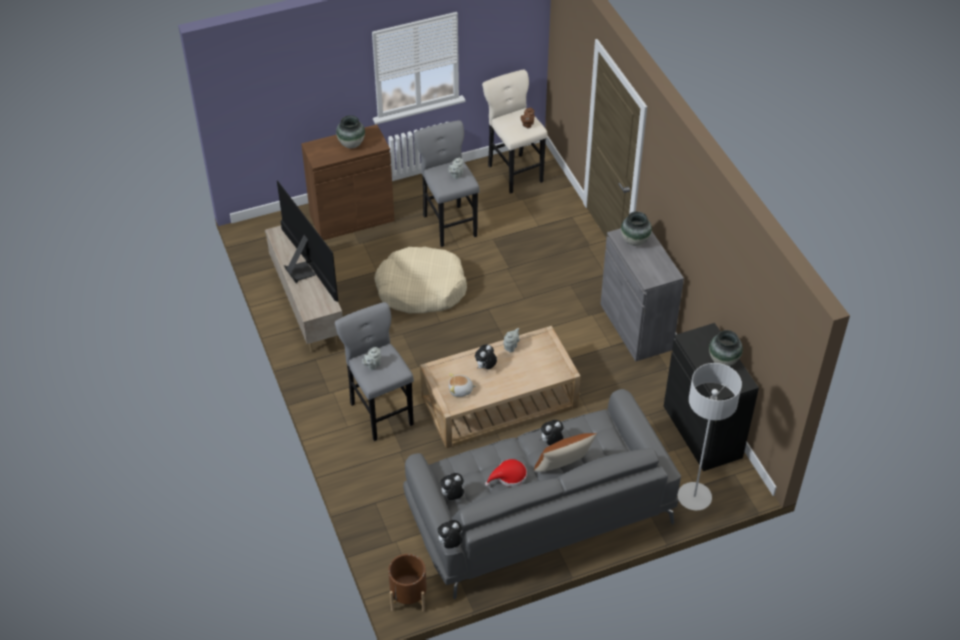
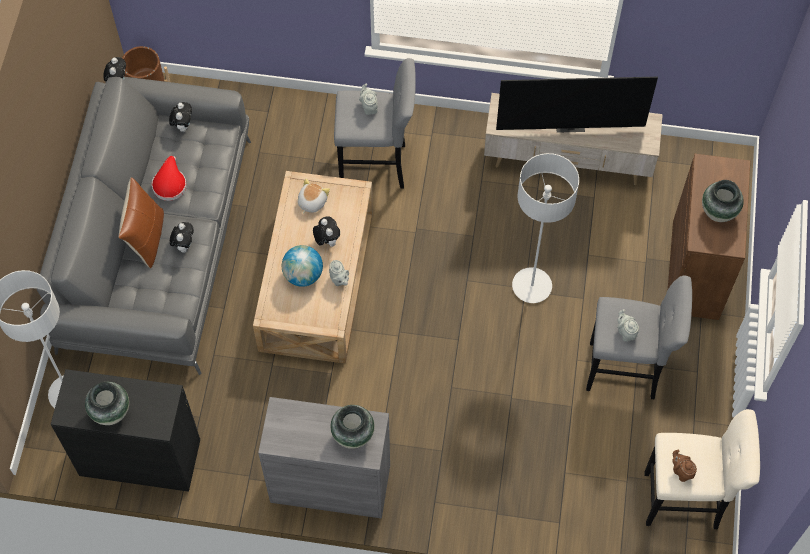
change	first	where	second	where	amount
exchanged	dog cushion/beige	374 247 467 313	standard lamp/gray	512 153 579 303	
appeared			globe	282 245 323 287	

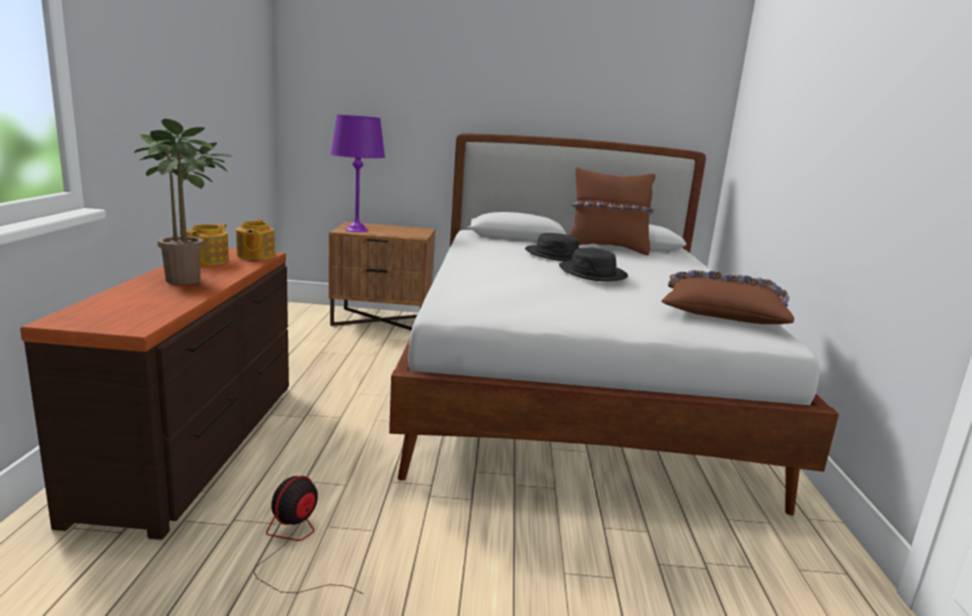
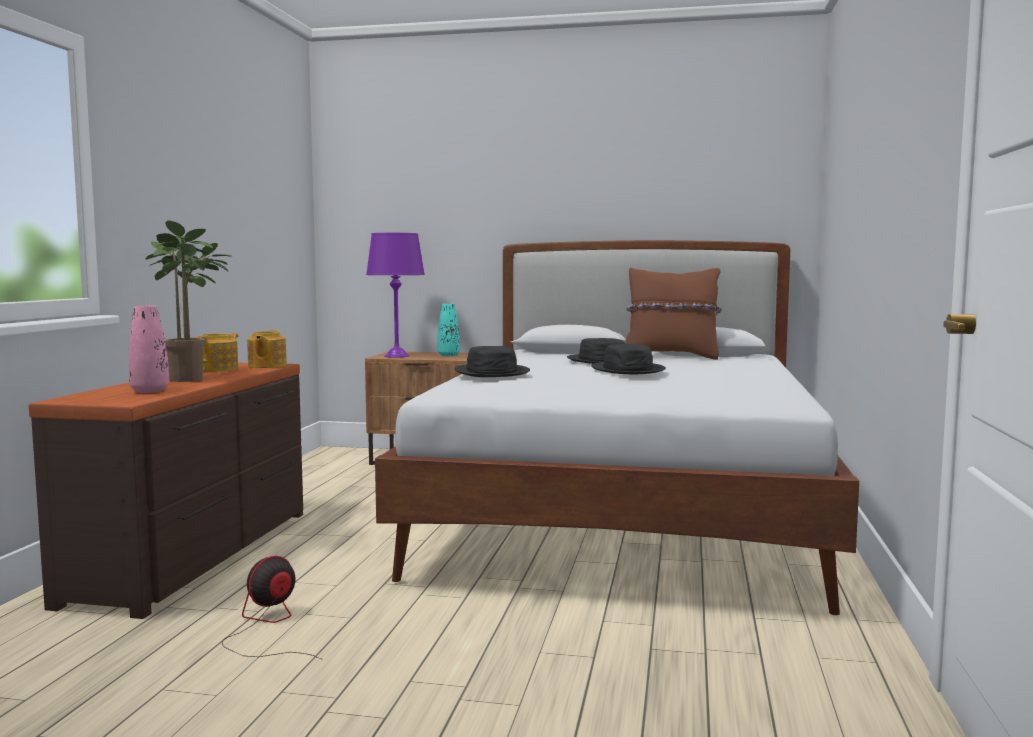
change	first	where	second	where	amount
missing	pillow/brown	661 270 794 324			
appeared			vase/turquoise-coloured	437 304 460 356	
appeared			vase/pink	128 306 169 393	
appeared			hat/blackish	454 346 530 377	

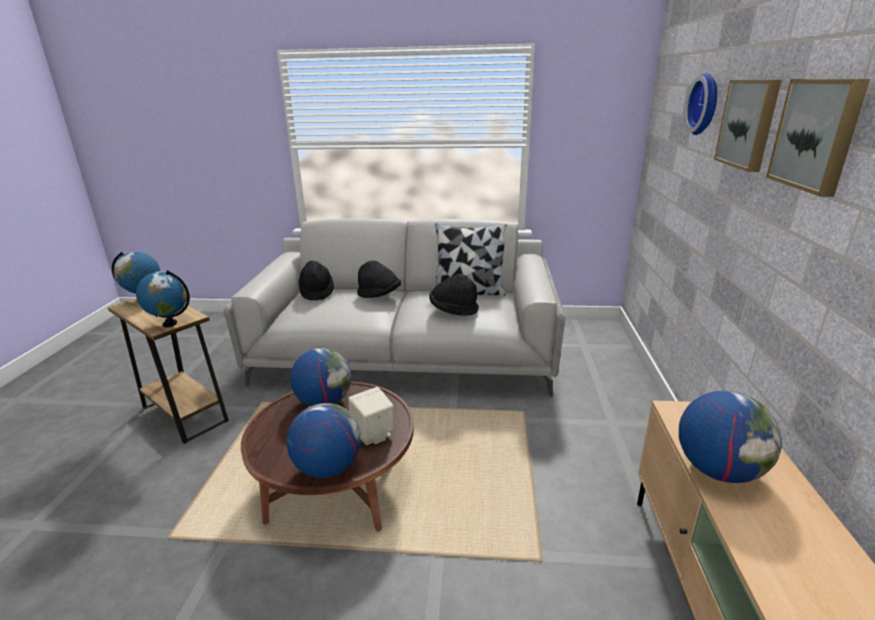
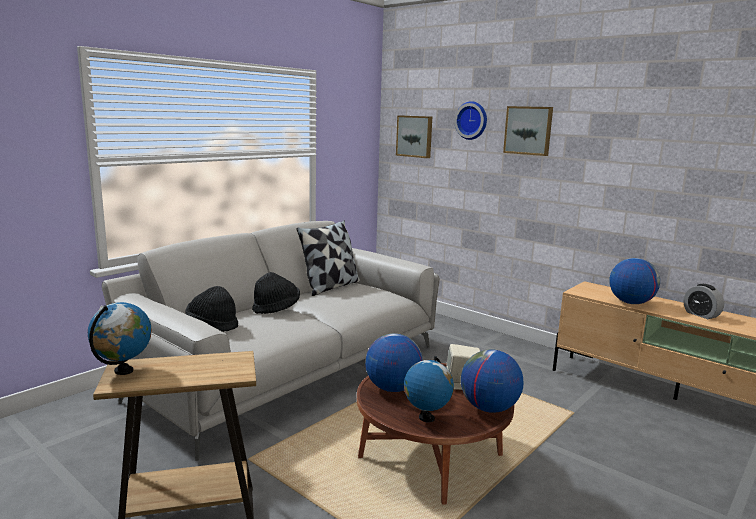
change	first	where	second	where	amount
relocated	picture	766 79 870 197		396 115 432 158	
relocated	globe	136 270 190 327		404 356 454 422	
missing	hat/blackish	429 274 479 316			
appeared			alarm clock	683 284 724 319	

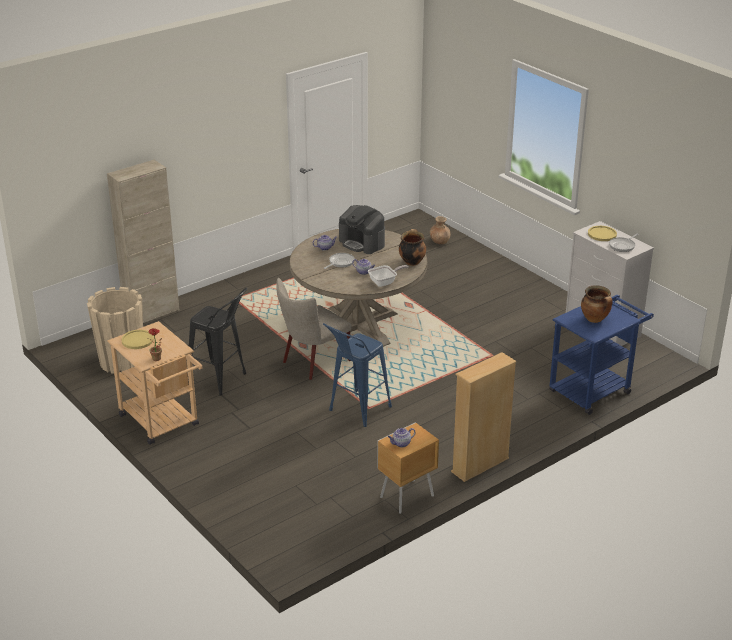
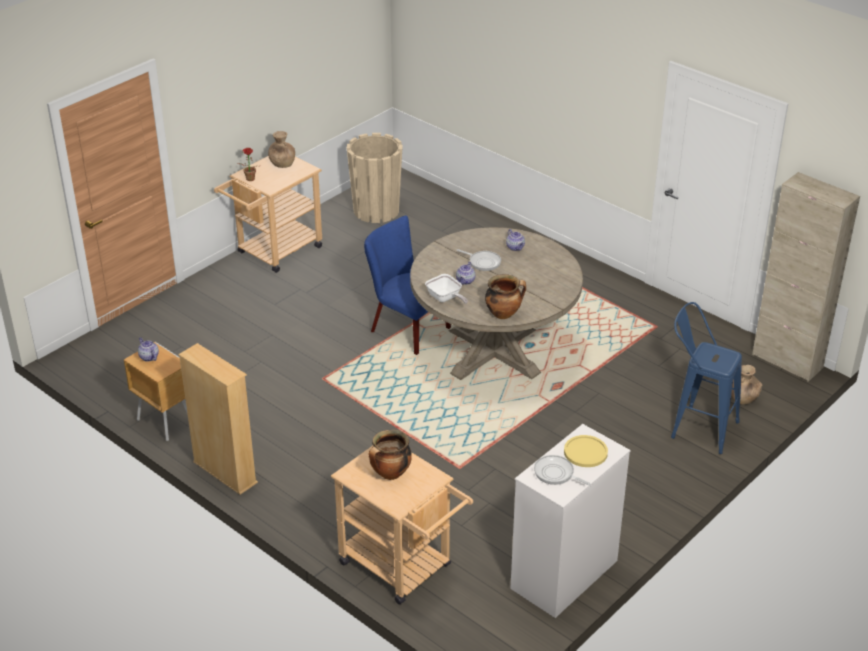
change	first	where	second	where	amount
relocated	cupboard/beige	107 160 179 323		752 172 860 382	
missing	coffee brewer	339 205 385 254			
colour	plain chair/beige	277 278 351 380	plain chair/bluish	364 215 451 355	
missing	stool/blackish	188 288 247 396			
colour	trolley/bluish	549 295 654 415	trolley/beige	331 446 473 604	
relocated	stool/bluish	323 323 392 427		671 302 742 454	
exchanged	plate/yellow-coloured	121 330 154 349	vase/brown	268 131 295 168	

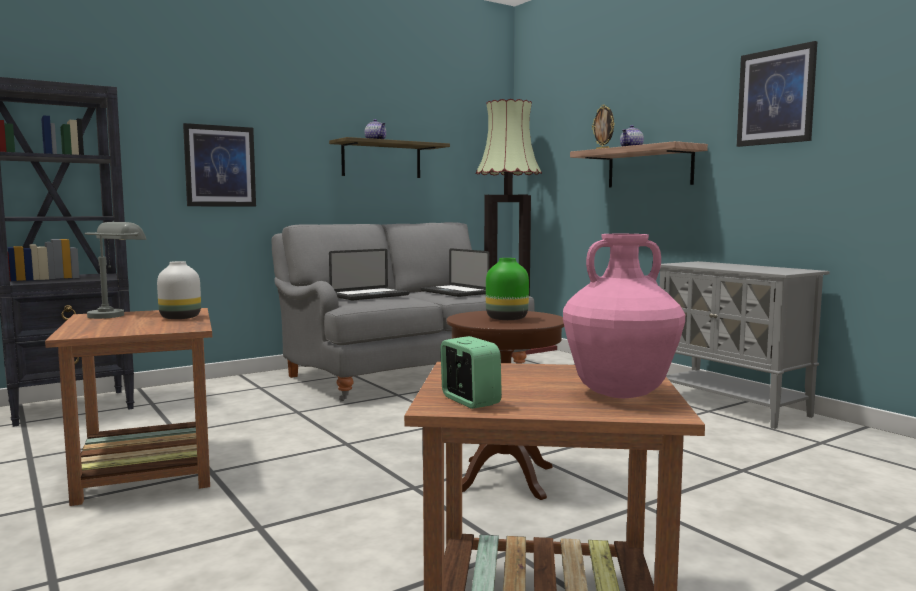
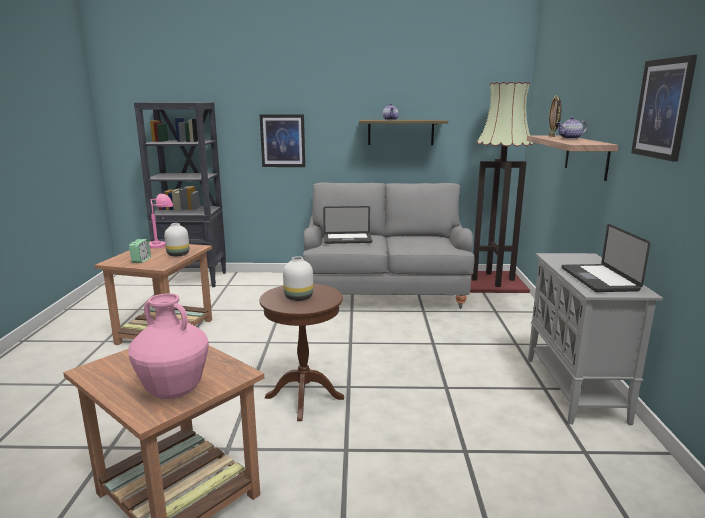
change	first	where	second	where	amount
colour	lamp for a table/gray	84 222 147 319	lamp for a table/pink	149 194 173 249	
relocated	notebook computer	421 248 489 297		562 224 650 292	
colour	vase/greenish	486 258 529 320	vase/white	283 256 313 301	
relocated	alarm clock	440 336 502 409		129 239 151 263	

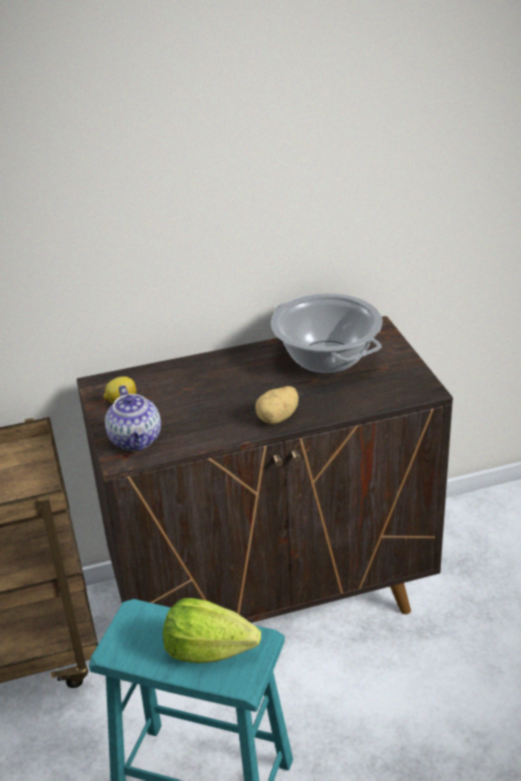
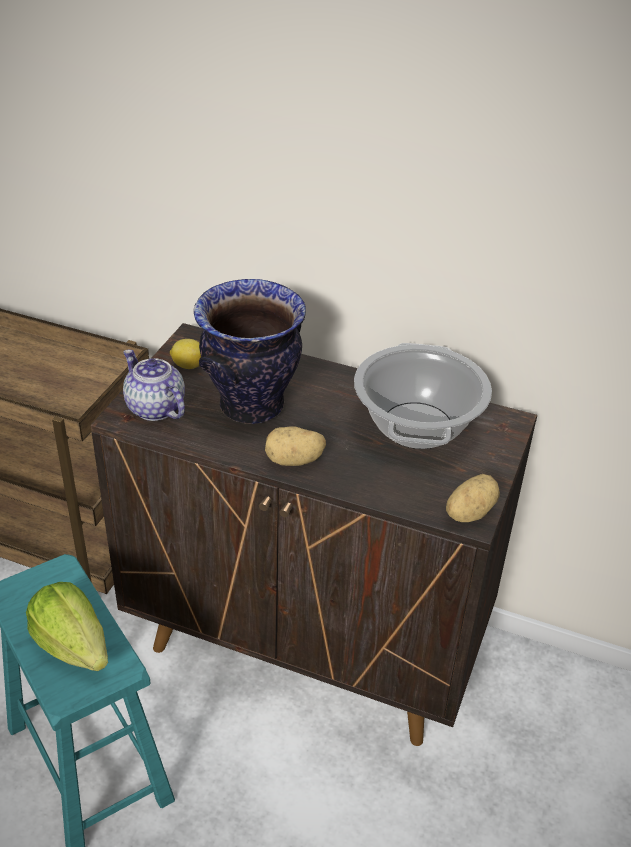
change	first	where	second	where	amount
spun	tea pot	105 385 161 451		123 350 185 421	120 degrees clockwise
appeared			vase	193 279 306 424	
appeared			potato	446 474 500 522	

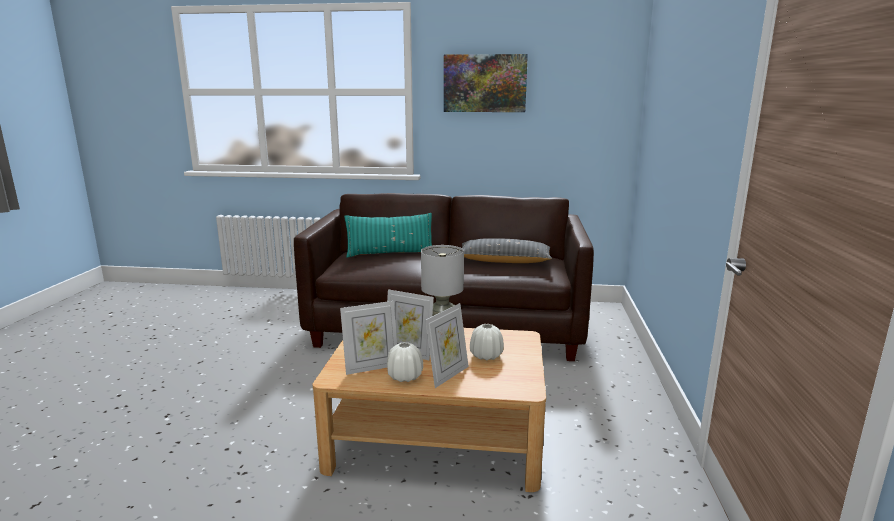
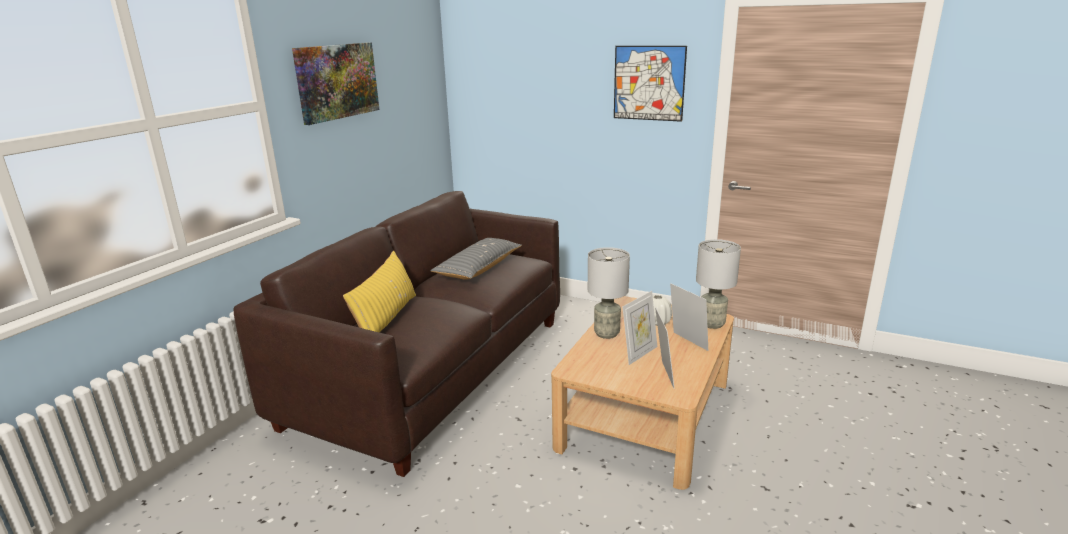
change	first	where	second	where	amount
colour	pillow/turquoise-coloured	344 213 432 258	pillow/yellow-coloured	343 251 416 332	
missing	vase/white	387 342 423 382			
appeared			picture	614 46 687 122	
appeared			lamp for a table/gray	696 239 741 329	

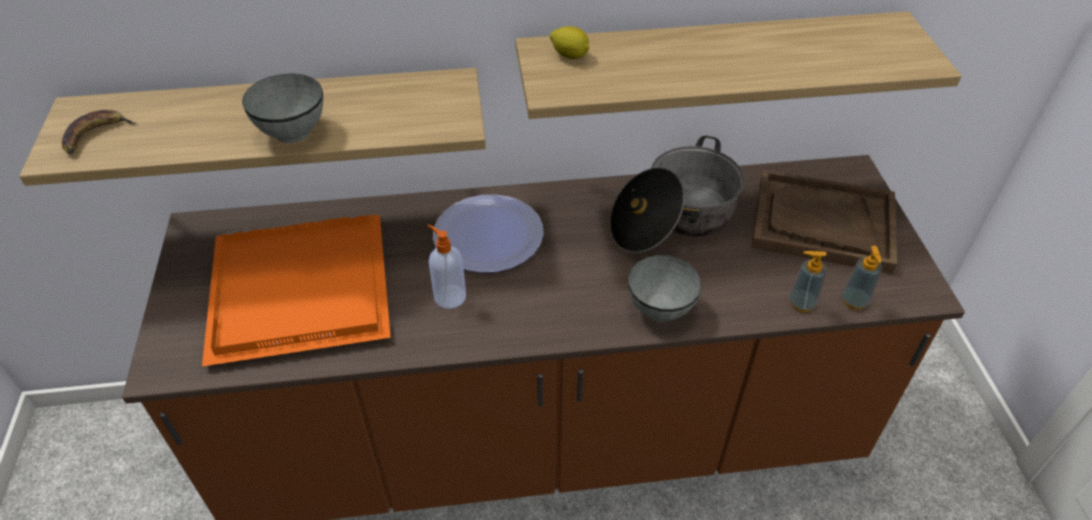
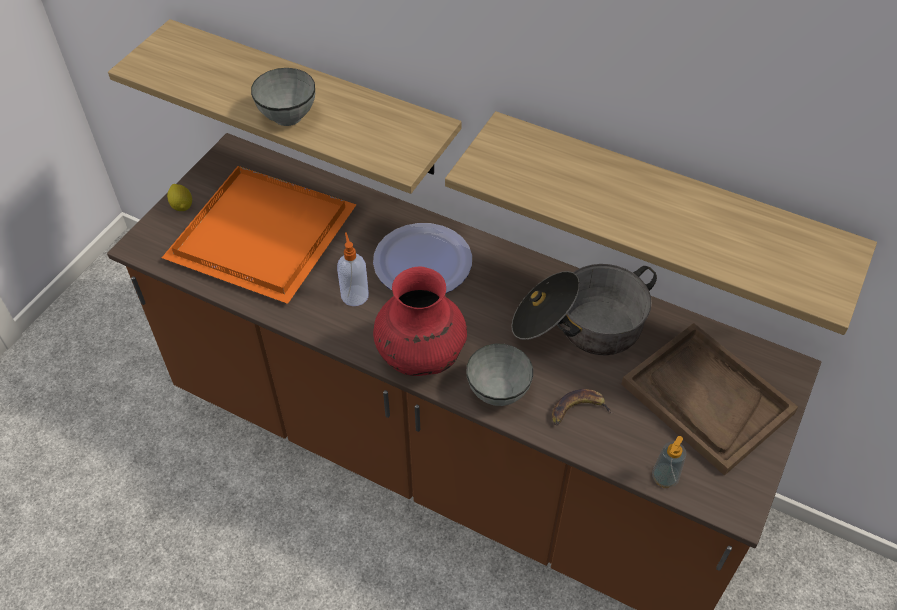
change	first	where	second	where	amount
relocated	citrus fruit	550 26 589 59		167 184 192 211	
relocated	banana	62 109 137 154		552 389 613 425	
missing	liquid soap bottle	789 251 827 312			
appeared			vase/red	373 267 467 376	

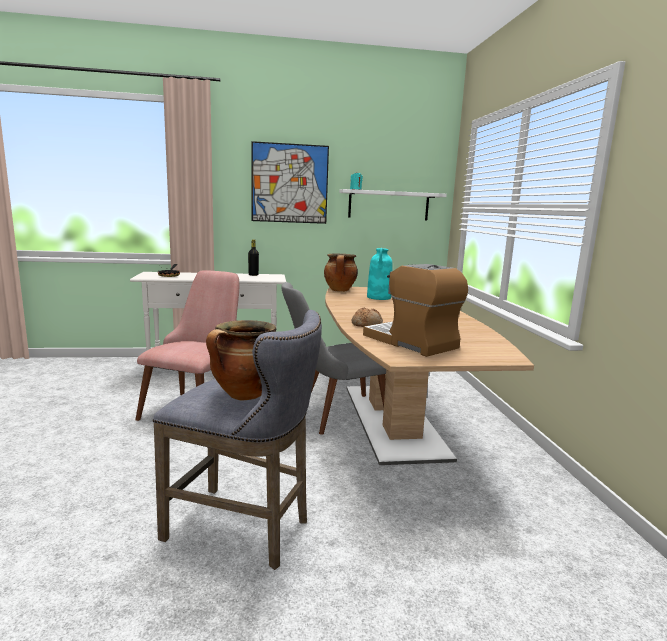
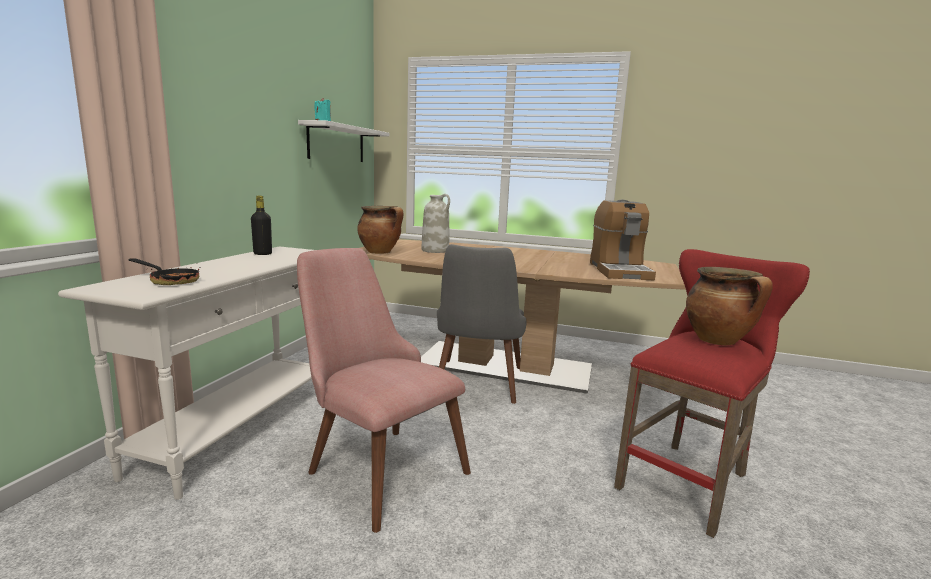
change	first	where	second	where	amount
missing	picture	251 141 329 224			
colour	vase/turquoise-coloured	367 248 393 300	vase/white	422 194 450 253	
spun	coffee brewer	363 264 468 357		590 200 656 280	75 degrees counterclockwise
missing	bread	352 307 383 327			
colour	stool/gray	153 310 322 570	stool/red	614 249 810 538	

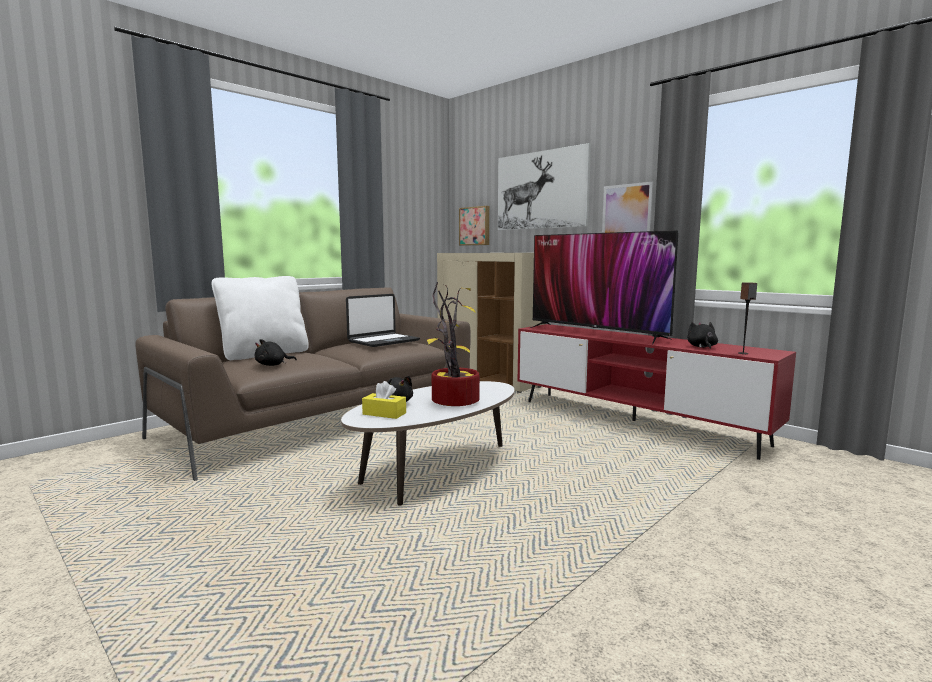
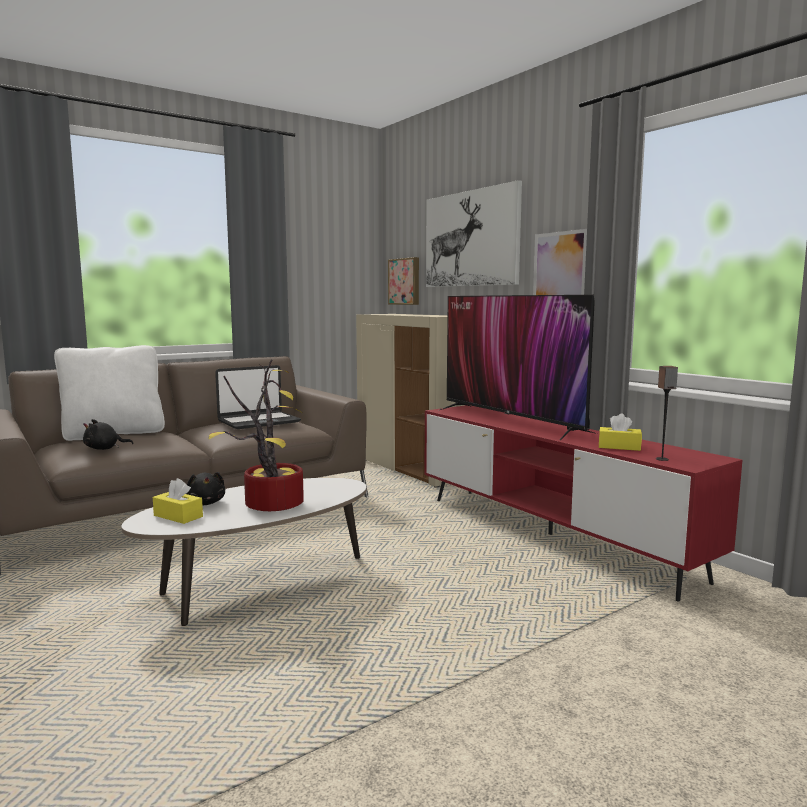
change	first	where	second	where	amount
exchanged	soft toy/blackish	687 322 718 349	box of tissues/yellow-coloured	599 413 642 451	

